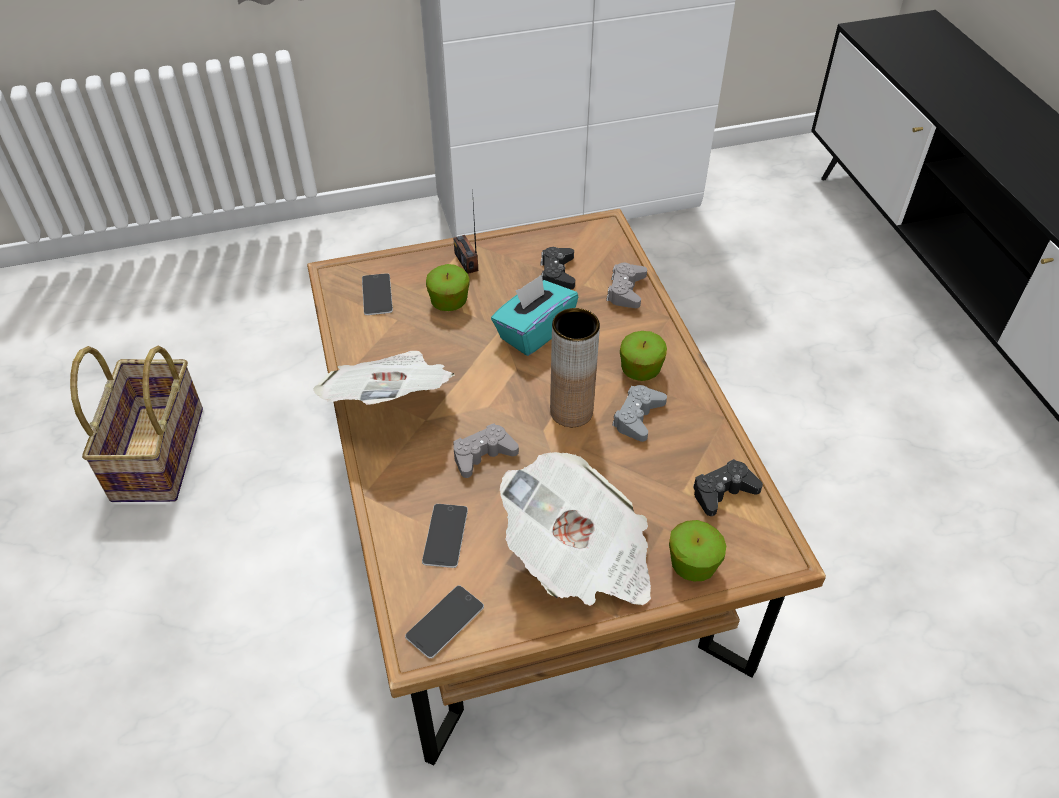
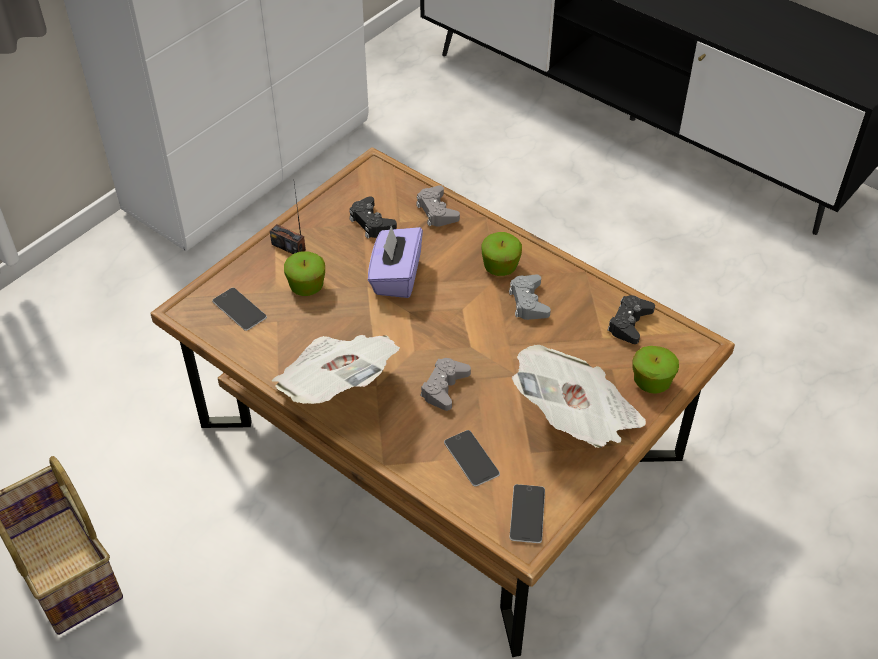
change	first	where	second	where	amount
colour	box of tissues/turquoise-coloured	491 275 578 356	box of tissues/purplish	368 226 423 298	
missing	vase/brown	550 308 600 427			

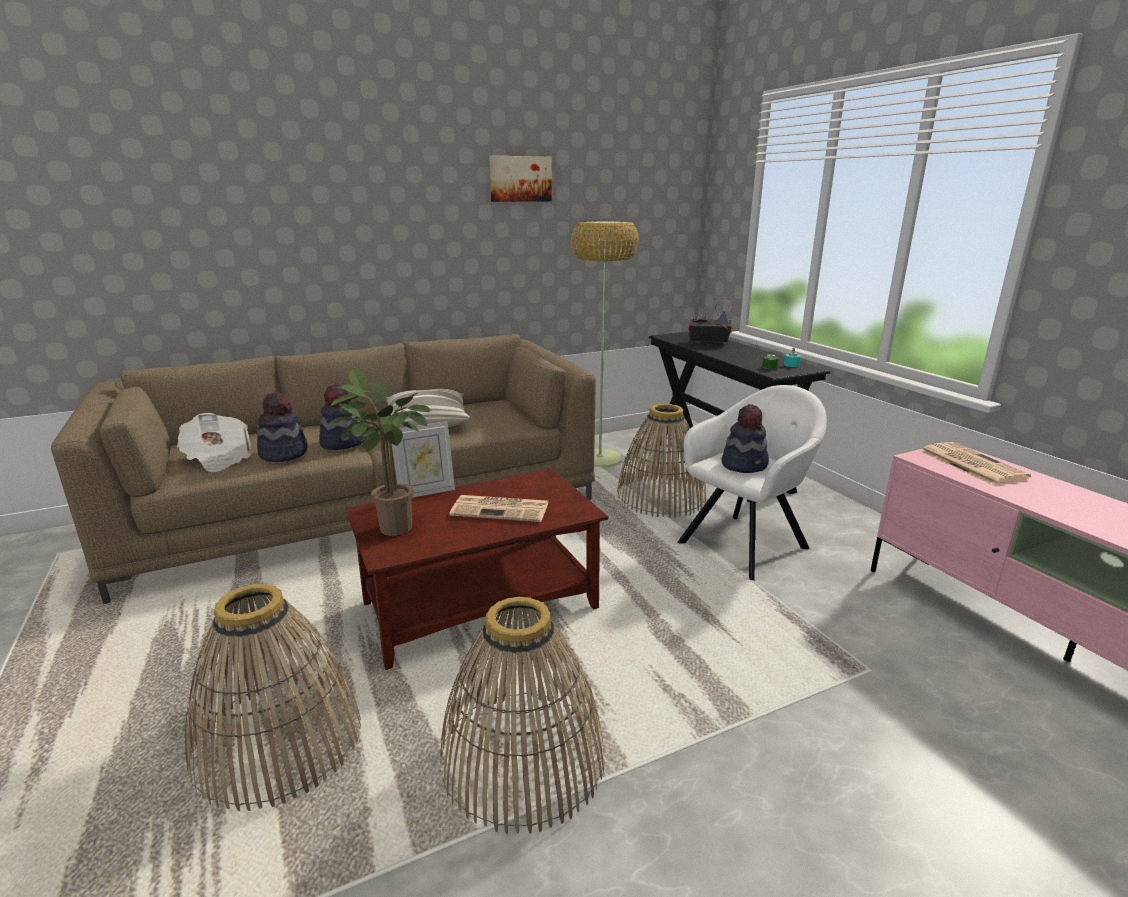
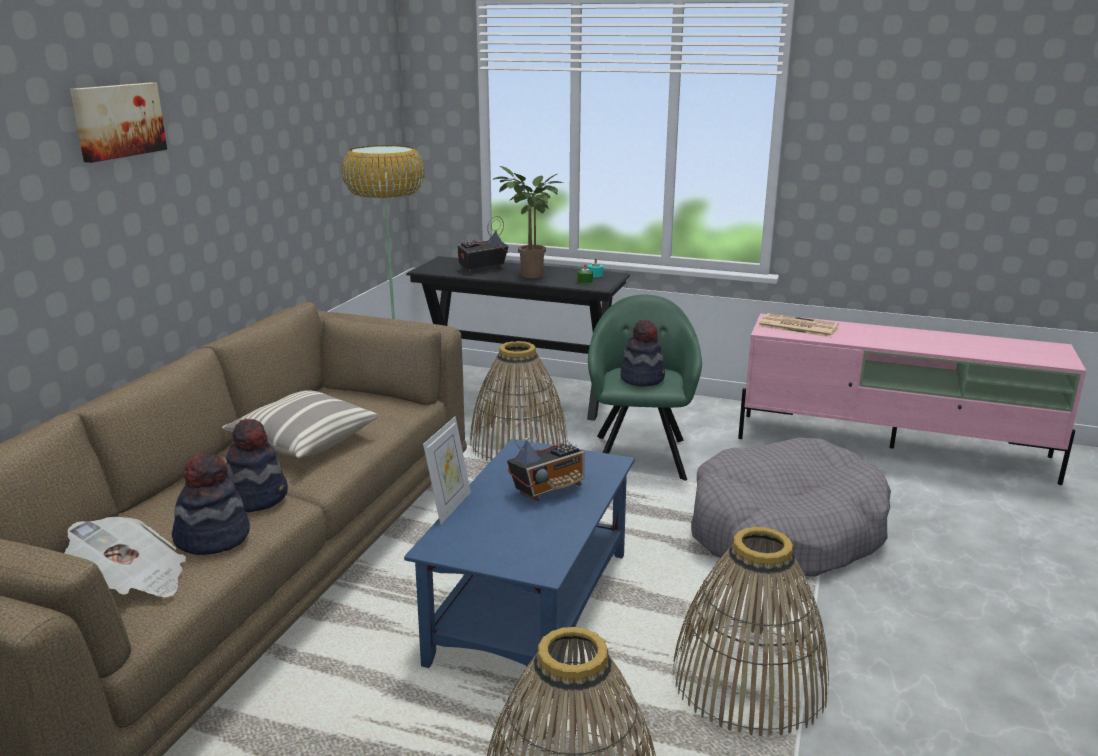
change	first	where	second	where	amount
relocated	picture	489 155 552 202		70 83 167 163	
relocated	plant in a pot	329 369 432 536		492 166 563 278	
colour	easy chair/white	677 385 827 581	easy chair/greenish	588 294 702 481	
colour	coffee table/brown	345 469 608 670	coffee table/bluish	404 439 635 699	
exchanged	daily paper	449 495 549 522	radio	507 417 584 501	
appeared			dog cushion/gray	691 437 891 577	

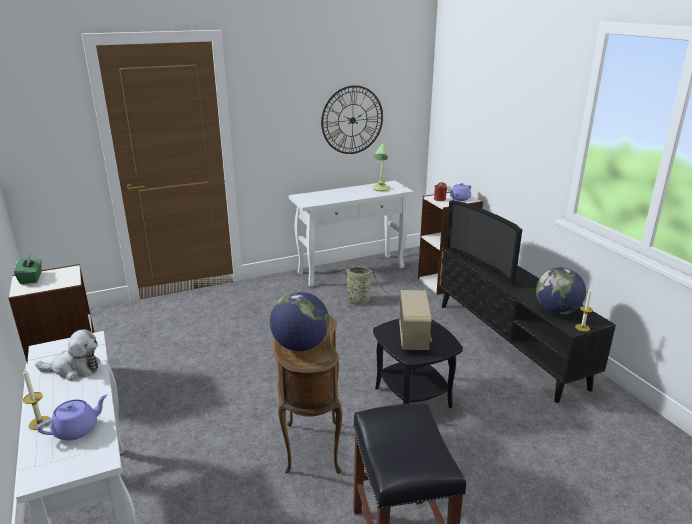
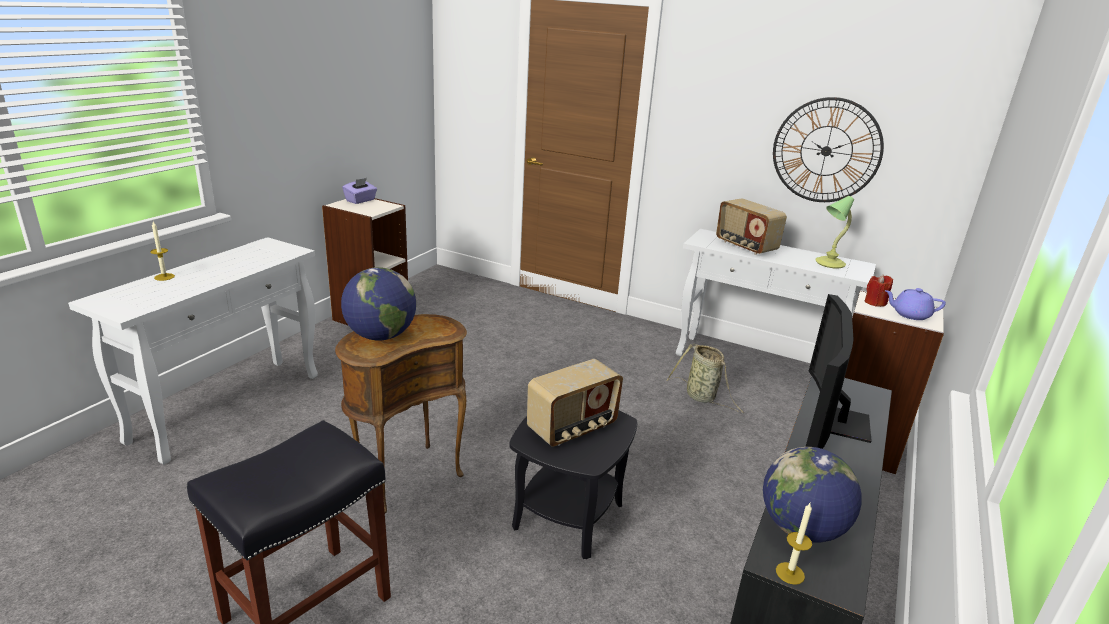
change	first	where	second	where	amount
colour	box of tissues/greenish	14 255 42 284	box of tissues/purplish	342 178 377 204	
missing	soft toy	35 329 100 381			
missing	tea pot/purplish	37 394 108 441			
appeared			radio	716 198 787 255	

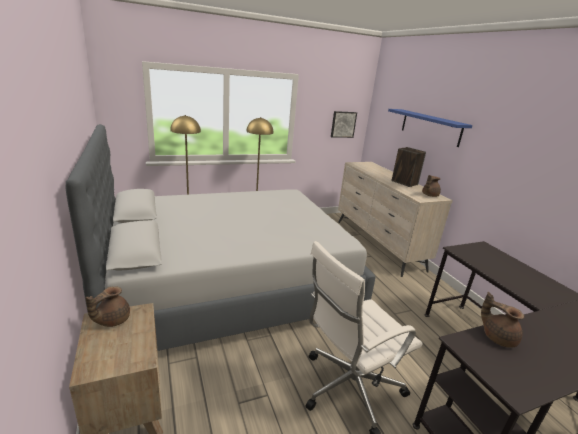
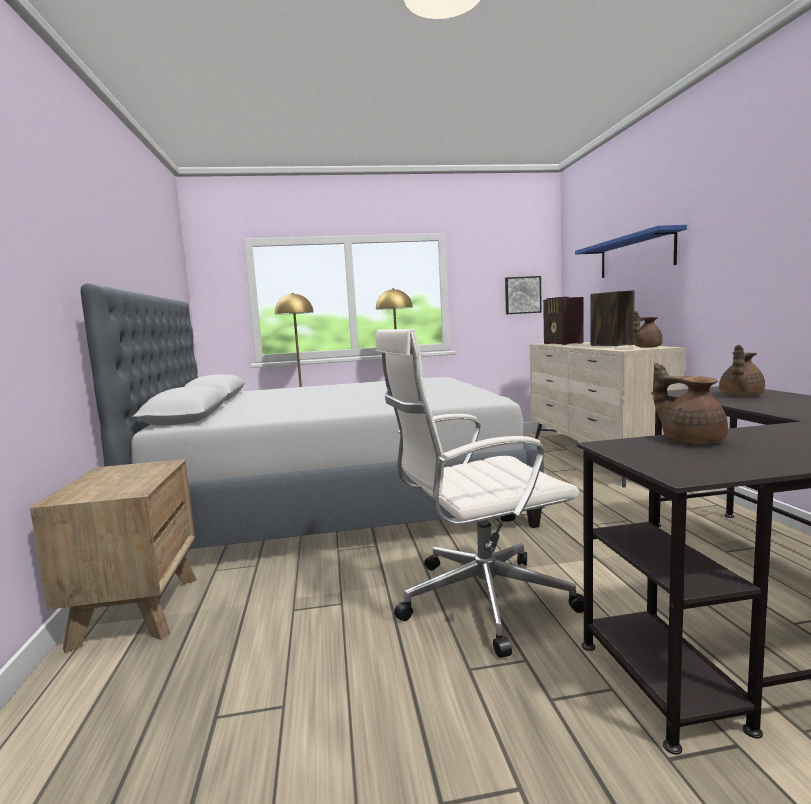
change	first	where	second	where	amount
relocated	tea pot/brown	85 286 130 327		719 345 765 396	
appeared			radio	543 297 584 345	

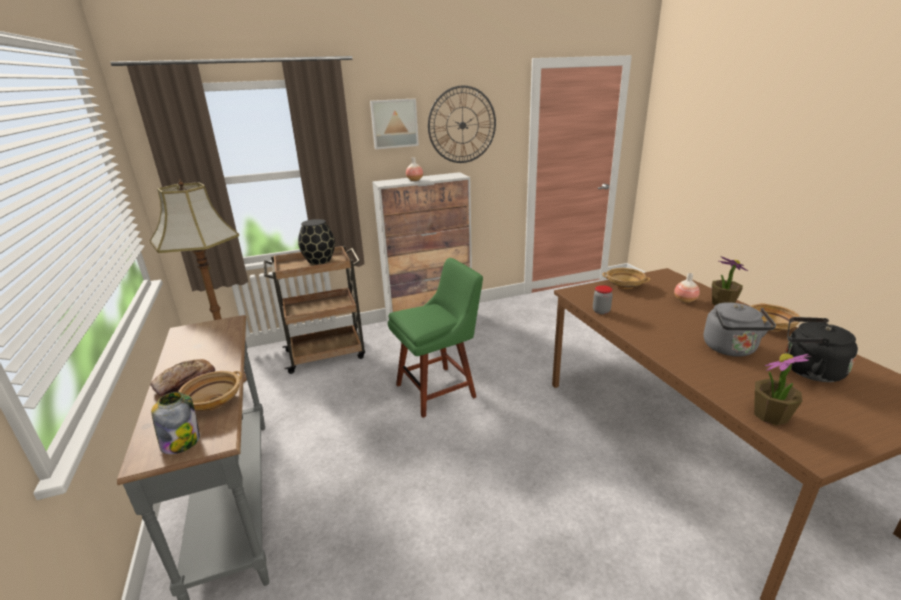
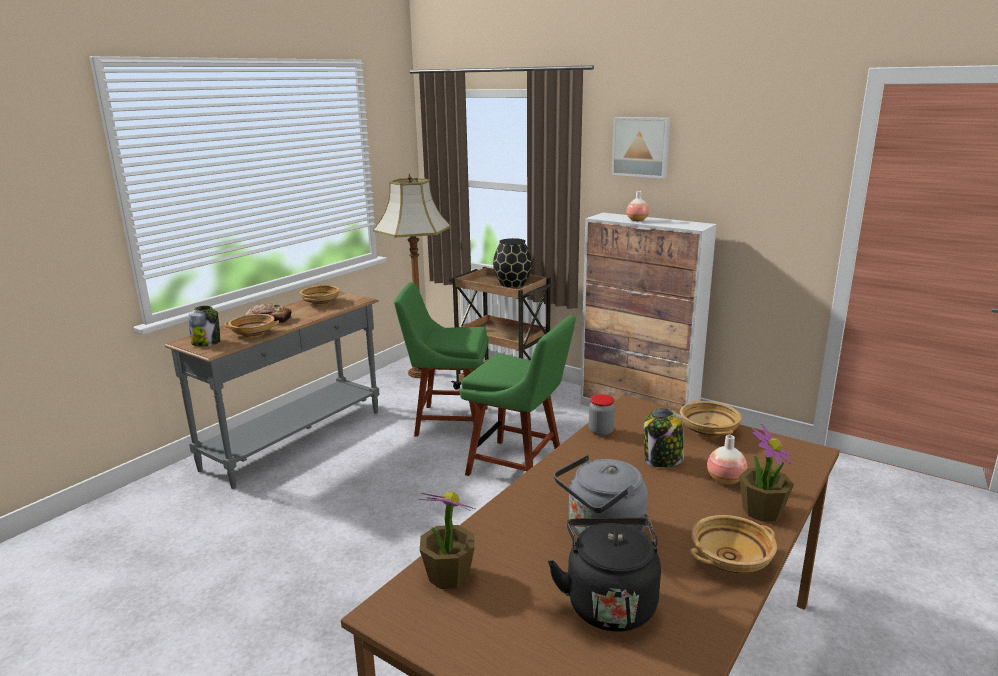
change	first	where	second	where	amount
missing	hanging clock	428 86 496 163			
appeared			plain chair/greenish	394 282 488 438	
appeared			bowl/beige	300 285 340 305	
appeared			jar	644 408 684 467	

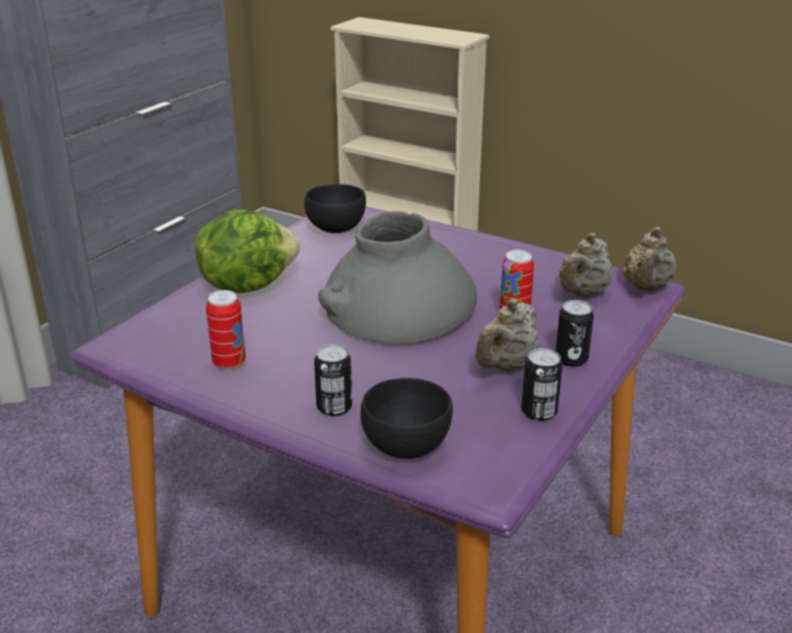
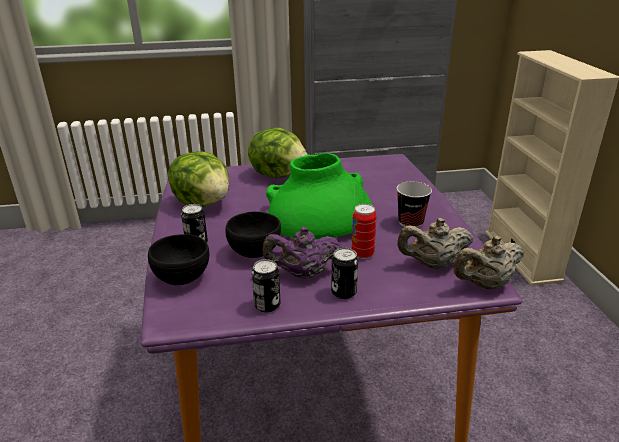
change	first	where	second	where	amount
relocated	bowl/blackish	304 184 366 233		226 211 281 258	
colour	vase/gray	318 211 477 343	vase/greenish	266 153 373 239	
exchanged	can	206 290 246 370	lettuce head	168 151 229 207	
colour	tea pot/beige	476 299 539 372	tea pot/purplish	262 227 342 279	
appeared			small cup	397 181 432 228	

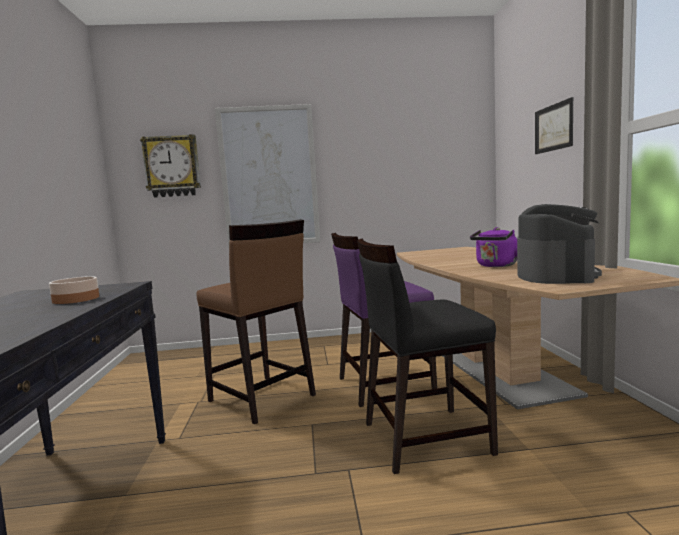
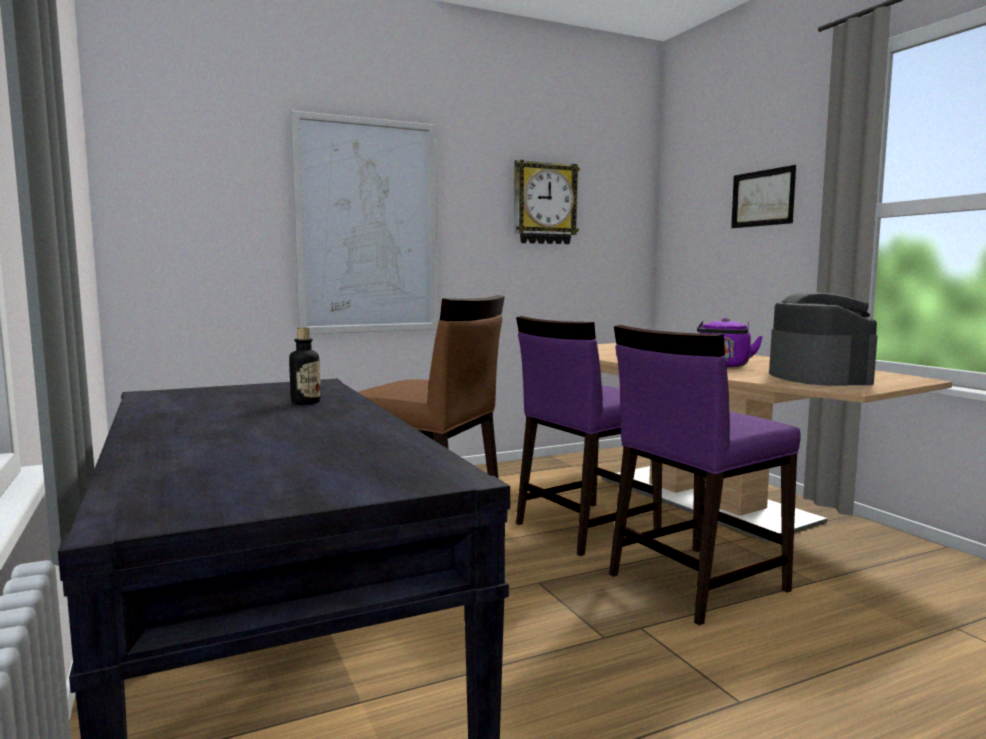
change	first	where	second	where	amount
relocated	hanging clock	140 134 201 198		514 160 580 244	
colour	plain chair/blackish	357 238 498 474	plain chair/purplish	609 325 801 625	
exchanged	bowl	49 276 99 304	beverage bottle	289 327 321 405	

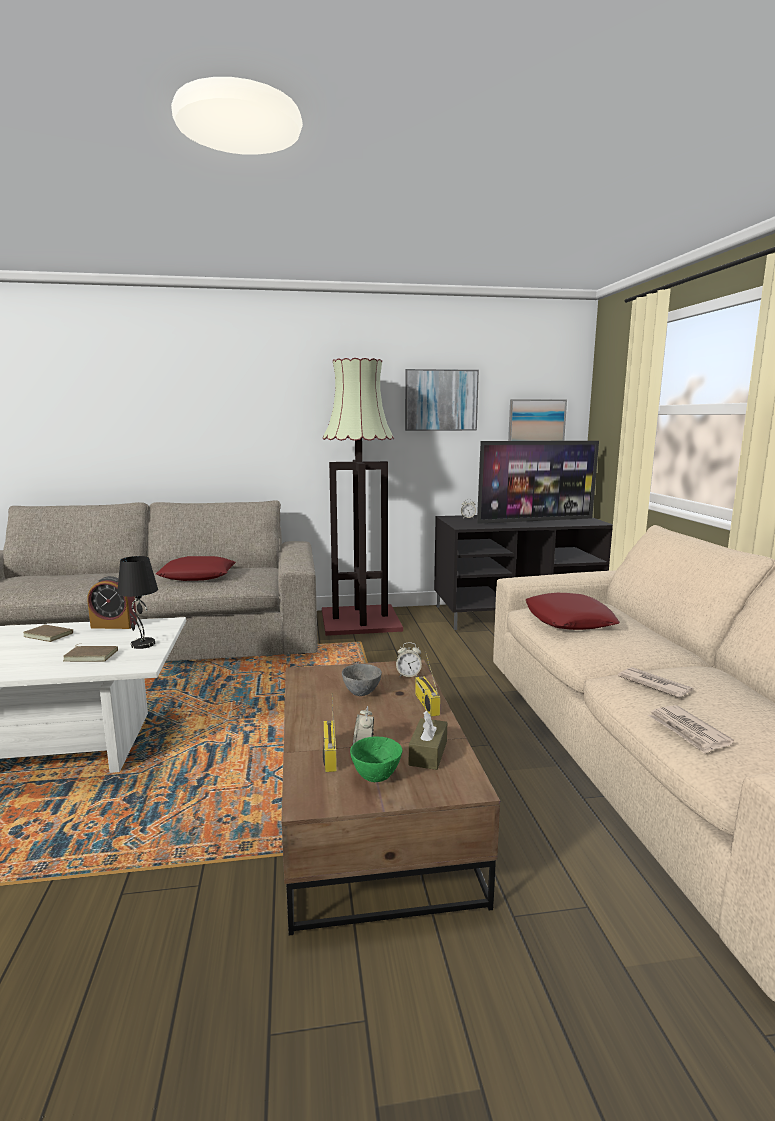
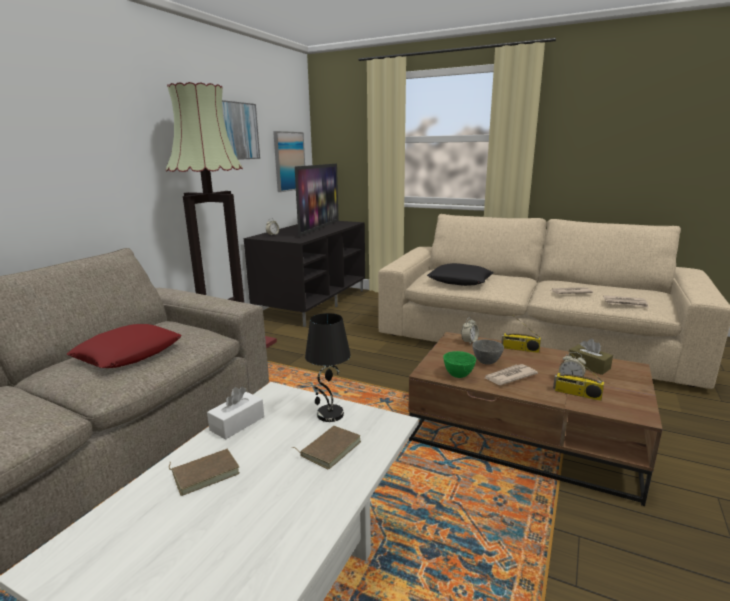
change	first	where	second	where	amount
exchanged	alarm clock	87 576 137 629	box of tissues/white	207 386 264 439	
colour	pillow/red	526 593 620 630	pillow/blackish	427 263 494 286	
relocated	bowl/greenish	350 736 402 782		443 351 476 378	
appeared			daily paper	485 364 538 385	

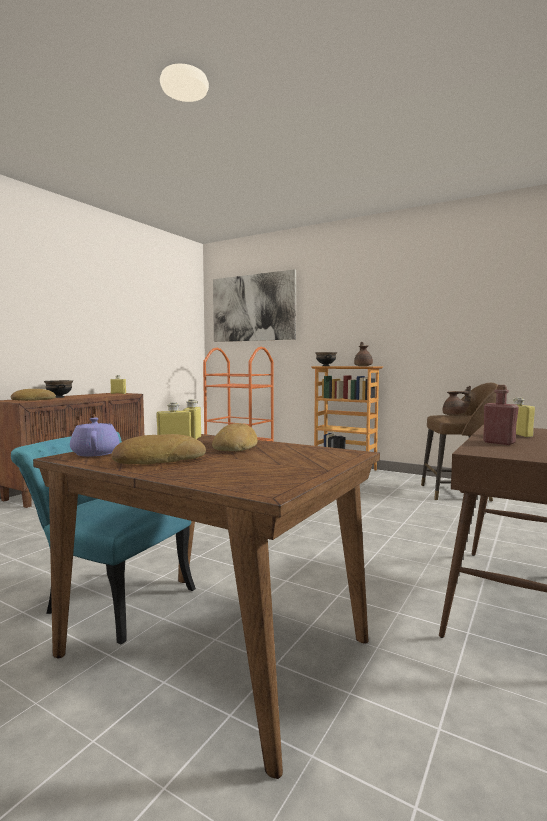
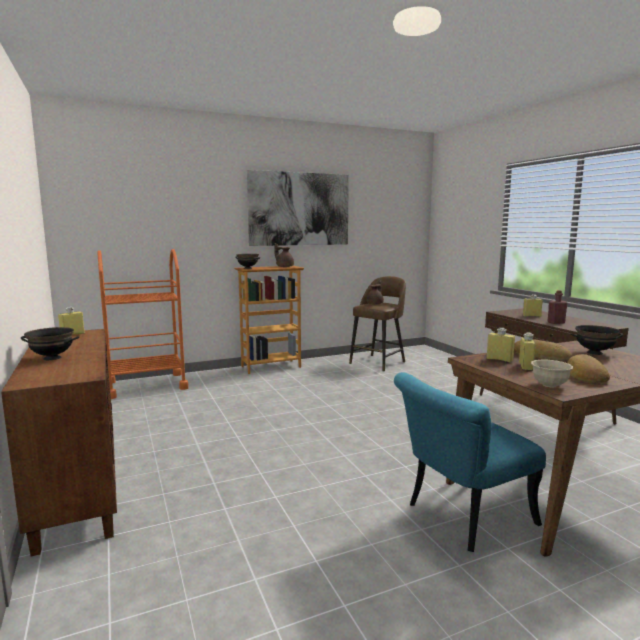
change	first	where	second	where	amount
relocated	picture	213 269 296 342		247 170 349 246	
missing	bread	11 389 56 401			
exchanged	tea pot/purplish	70 418 120 457	bowl/beige	531 360 573 387	
appeared			bowl/blackish	571 325 623 355	

